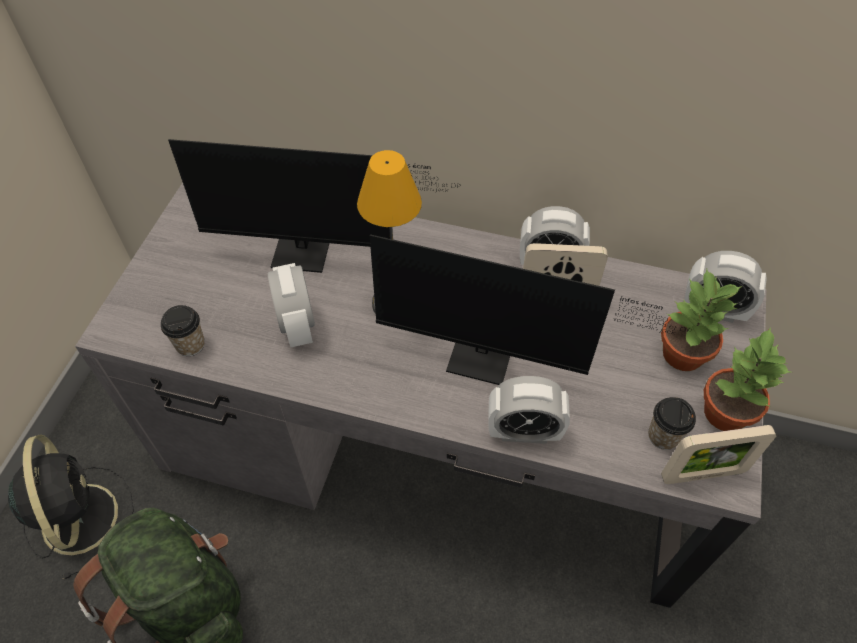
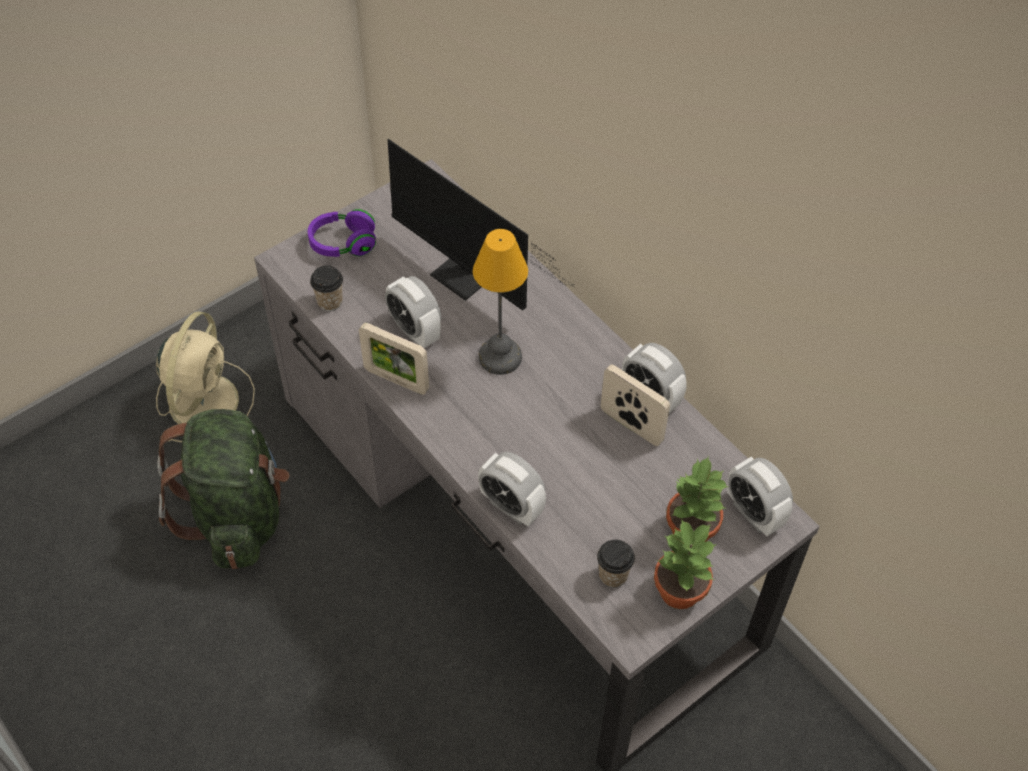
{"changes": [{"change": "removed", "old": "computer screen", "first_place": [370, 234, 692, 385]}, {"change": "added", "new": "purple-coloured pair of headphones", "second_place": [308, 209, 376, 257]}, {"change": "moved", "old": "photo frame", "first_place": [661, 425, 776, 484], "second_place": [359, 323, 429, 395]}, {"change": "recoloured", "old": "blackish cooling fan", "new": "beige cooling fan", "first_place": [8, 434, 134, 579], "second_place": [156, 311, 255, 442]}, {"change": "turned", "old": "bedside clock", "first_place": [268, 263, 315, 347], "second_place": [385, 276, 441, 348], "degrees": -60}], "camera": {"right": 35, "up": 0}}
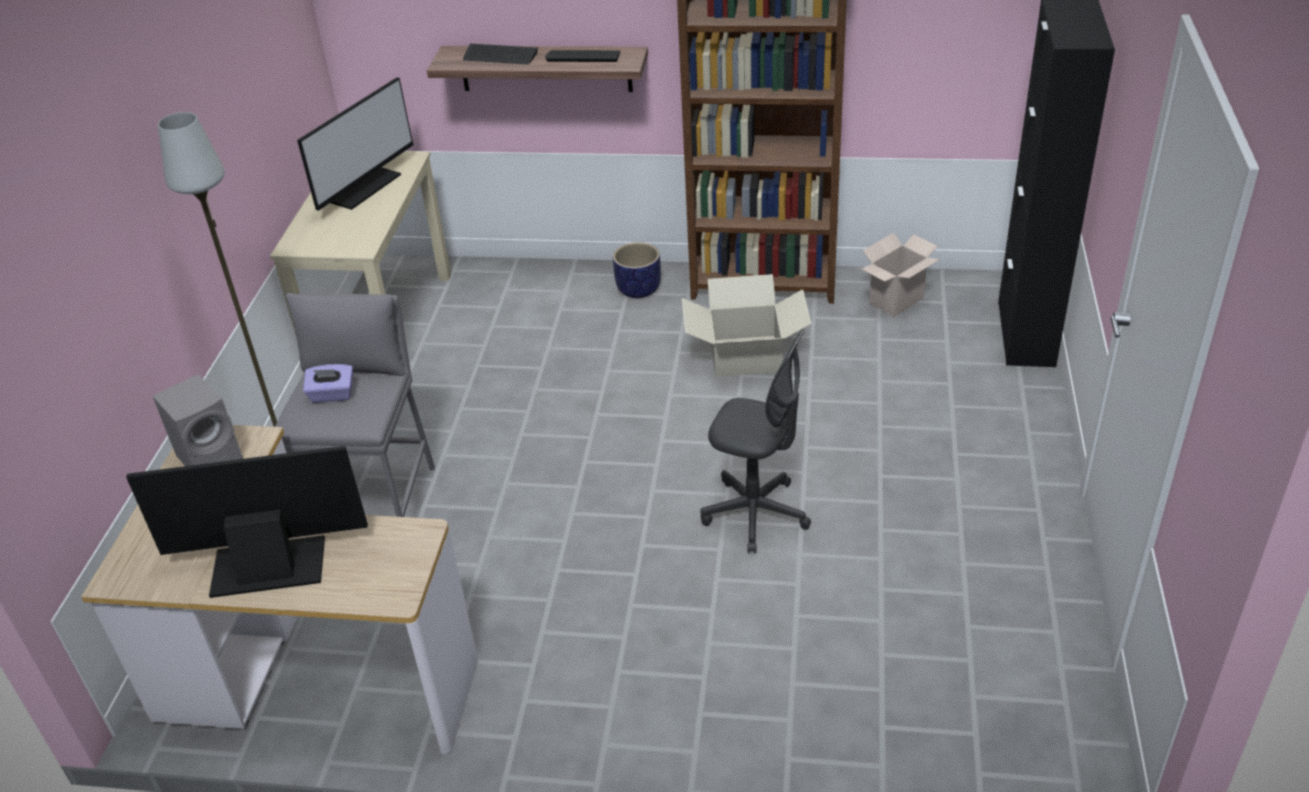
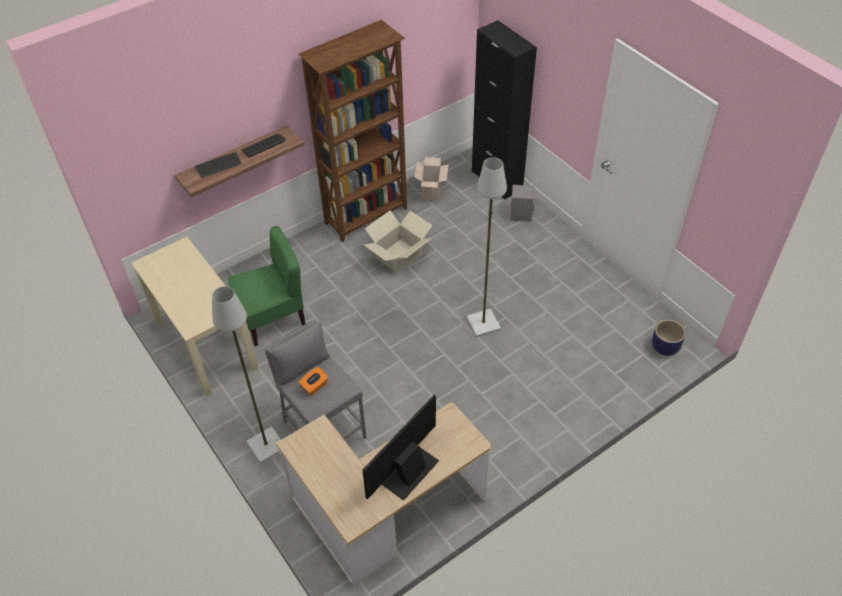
{"changes": [{"change": "removed", "old": "computer screen", "first_place": [297, 77, 414, 211]}, {"change": "added", "new": "green-coloured chair", "second_place": [228, 226, 305, 346]}, {"change": "moved", "old": "gray audio speaker", "first_place": [153, 374, 243, 466], "second_place": [510, 185, 535, 222]}, {"change": "moved", "old": "plant pot", "first_place": [613, 242, 661, 298], "second_place": [652, 320, 686, 356]}, {"change": "replaced", "old": "gray computer chair", "new": "gray standing lamp", "first_place": [700, 329, 811, 554], "second_place": [466, 157, 507, 337]}, {"change": "recoloured", "old": "purple-coloured tissue holder", "new": "orange tissue holder", "first_place": [303, 364, 353, 403], "second_place": [298, 367, 328, 396]}], "camera": {"right": -45, "up": 10}}
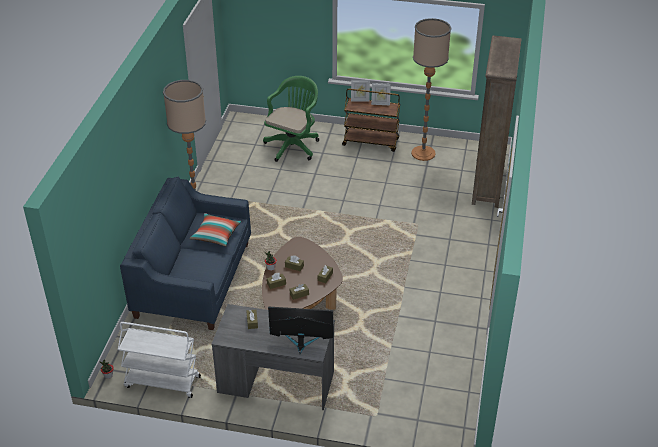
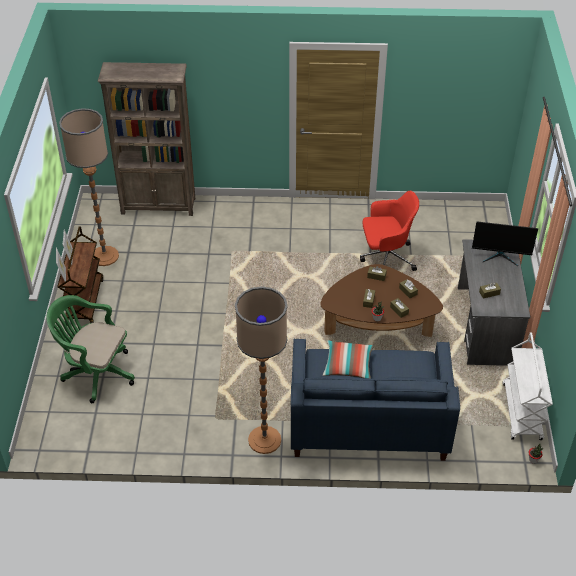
{"changes": [{"change": "added", "new": "red computer chair", "second_place": [360, 191, 419, 271]}, {"change": "turned", "old": "computer screen", "first_place": [268, 307, 333, 354], "second_place": [472, 221, 538, 266], "degrees": -75}], "camera": {"right": -100, "up": 5}}
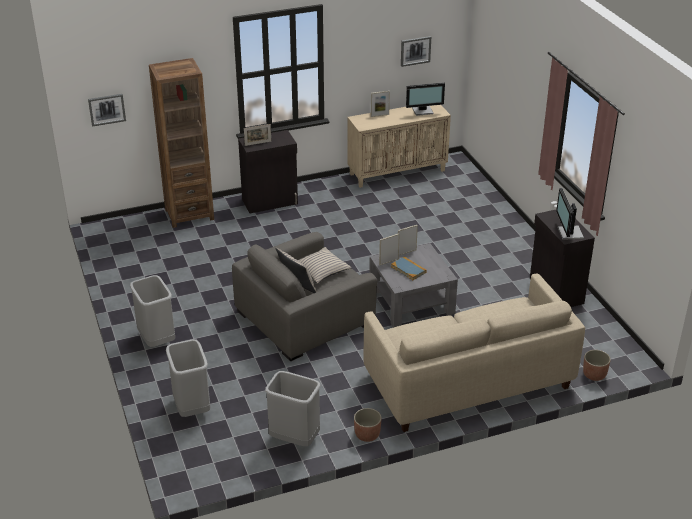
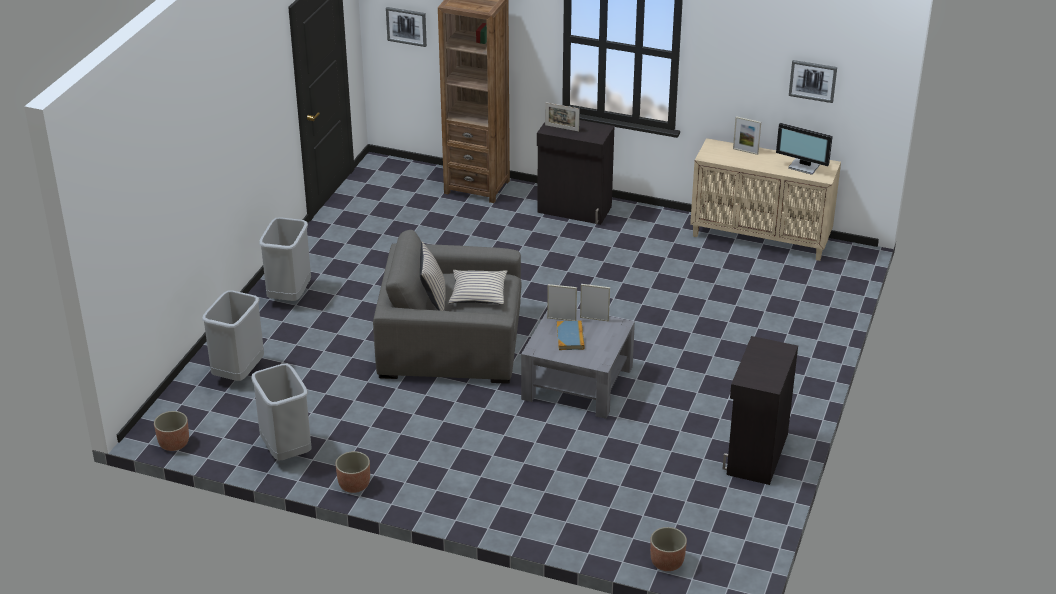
{"changes": [{"change": "removed", "old": "beige settee", "first_place": [363, 274, 585, 432]}, {"change": "removed", "old": "computer screen", "first_place": [556, 188, 584, 240]}, {"change": "added", "new": "plant pot", "second_place": [154, 411, 189, 451]}], "camera": {"right": 40, "up": 0}}
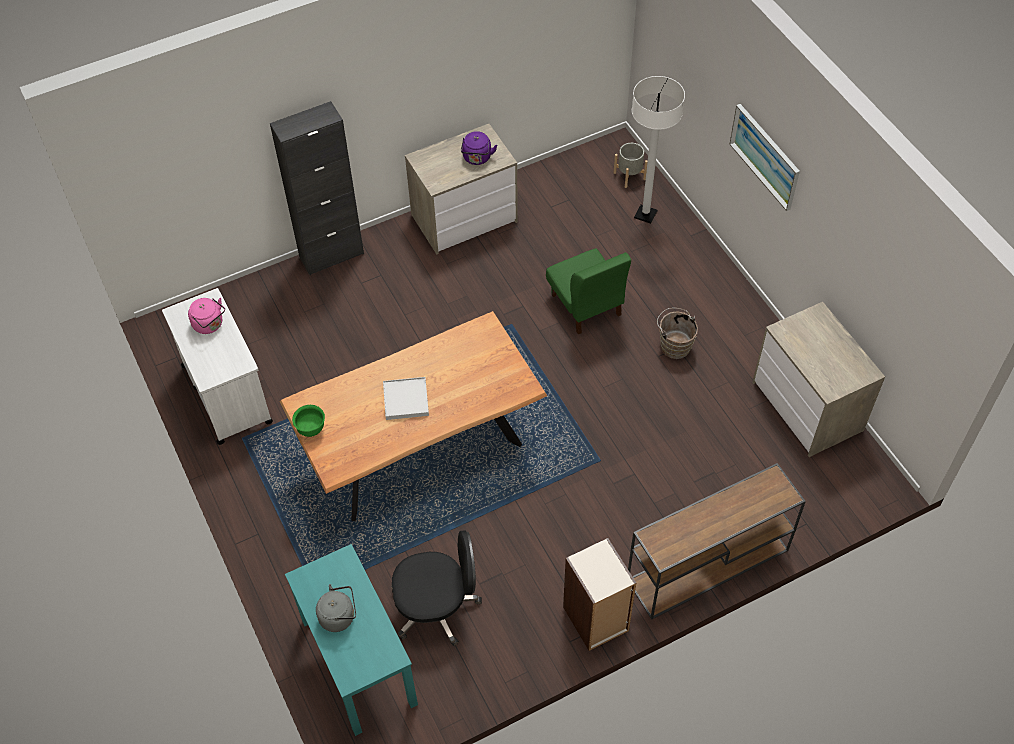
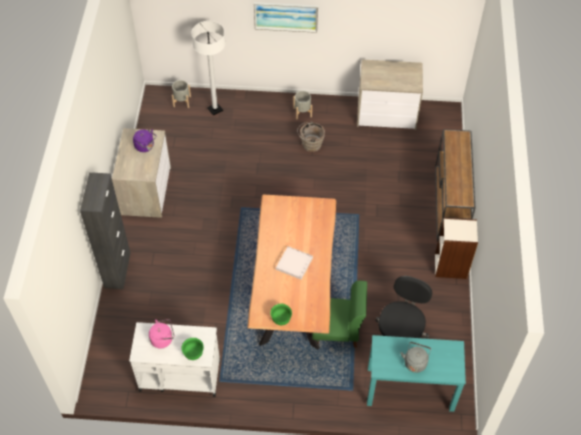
{"changes": [{"change": "added", "new": "green-coloured bowl", "second_place": [182, 338, 204, 360]}, {"change": "added", "new": "gray plant pot", "second_place": [293, 91, 312, 119]}, {"change": "moved", "old": "green-coloured chair", "first_place": [546, 248, 631, 335], "second_place": [312, 281, 367, 348]}], "camera": {"right": -60, "up": 0}}
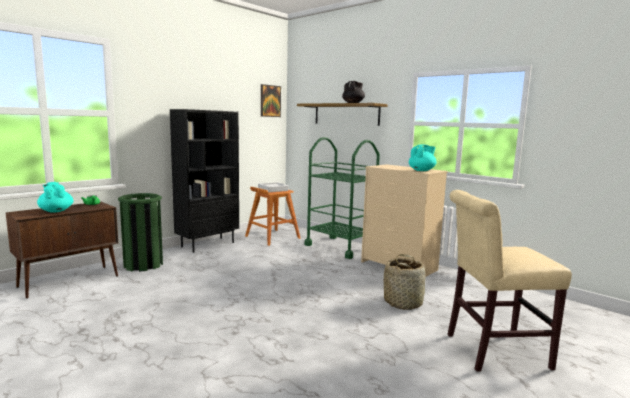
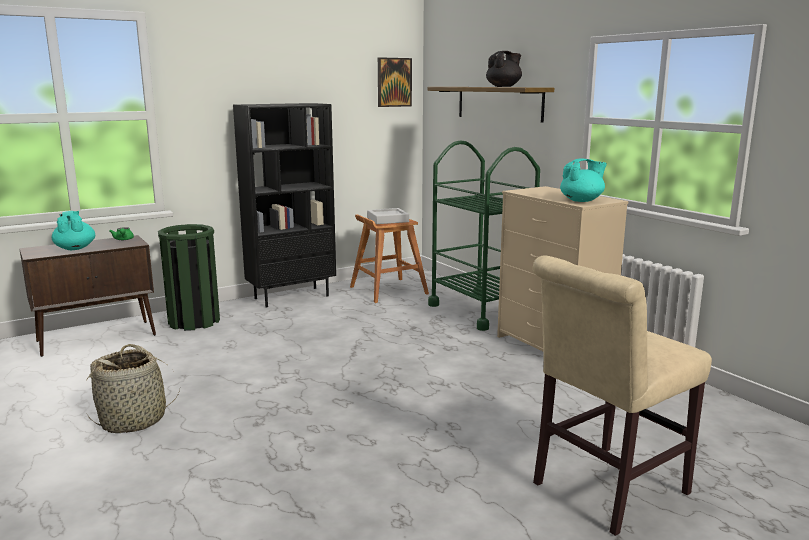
{"changes": [{"change": "moved", "old": "basket", "first_place": [384, 254, 426, 310], "second_place": [86, 344, 180, 433]}, {"change": "turned", "old": "beige chair", "first_place": [448, 190, 572, 372], "second_place": [533, 255, 712, 536], "degrees": -45}], "camera": {"right": 15, "up": 5}}
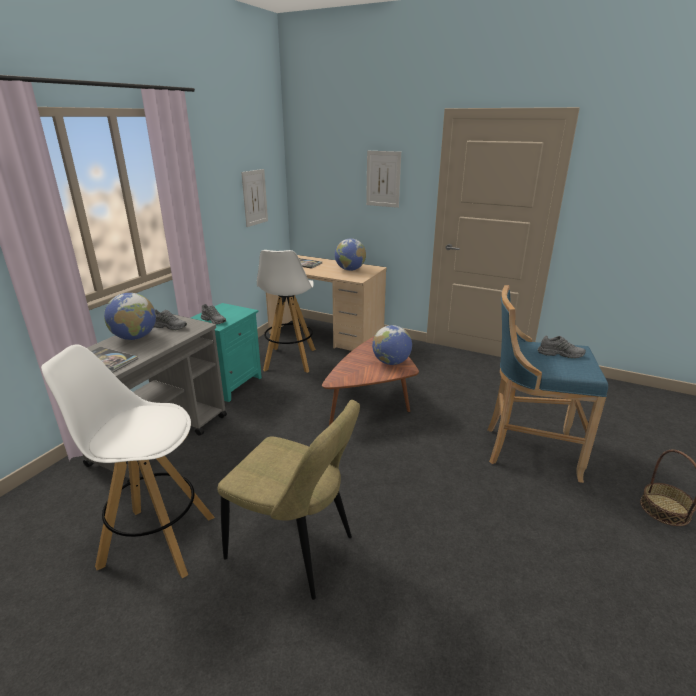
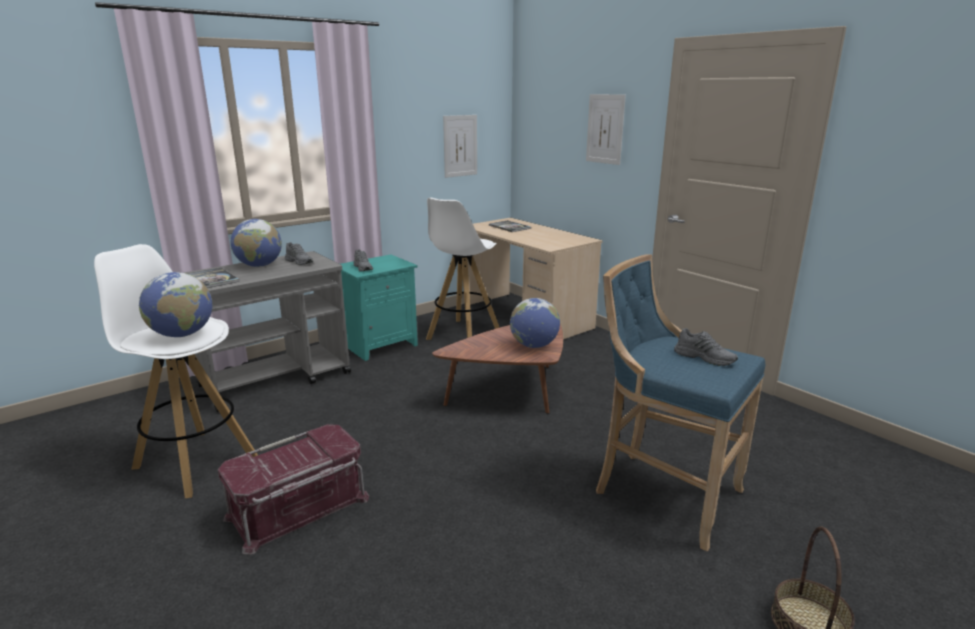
{"changes": [{"change": "moved", "old": "world globe", "first_place": [335, 238, 366, 271], "second_place": [139, 272, 212, 337]}, {"change": "replaced", "old": "beige chair", "new": "red storage bin", "first_place": [218, 400, 360, 600], "second_place": [218, 424, 369, 555]}], "camera": {"right": 25, "up": -5}}
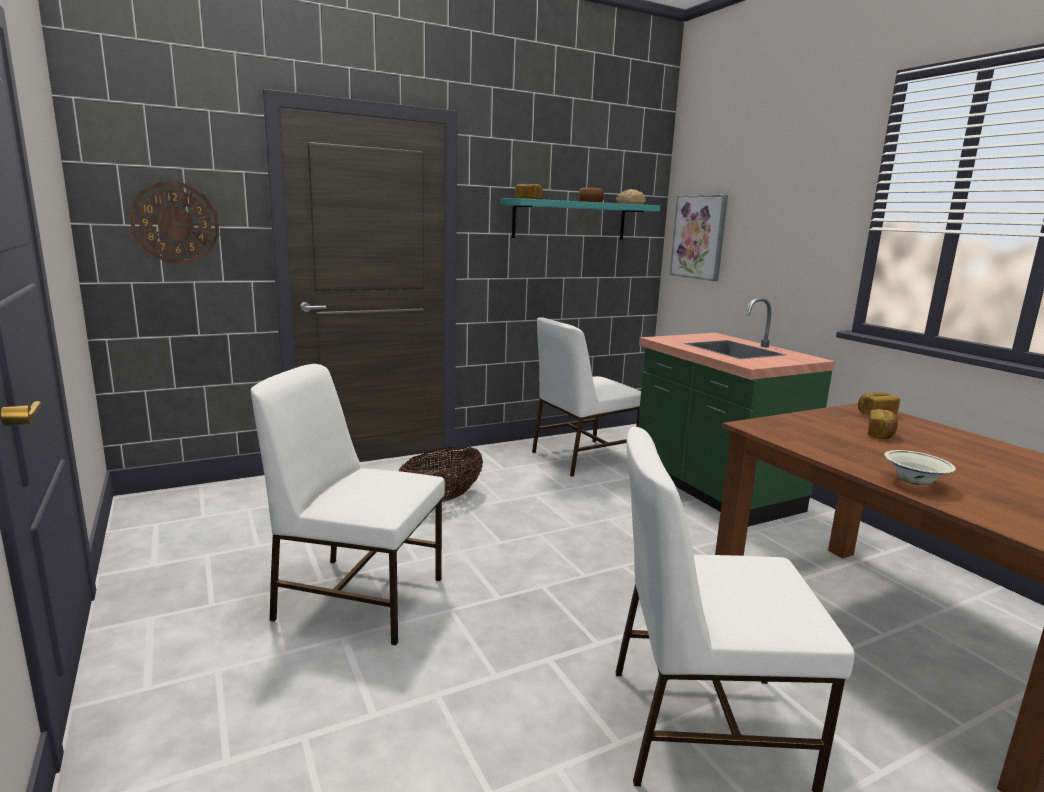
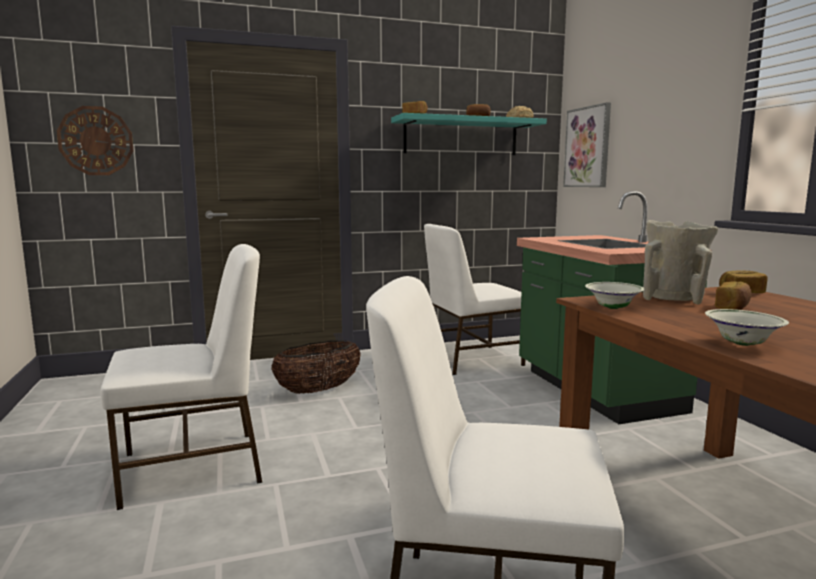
{"changes": [{"change": "added", "new": "white-coloured bowl", "second_place": [585, 282, 645, 309]}, {"change": "added", "new": "beige decorative vase", "second_place": [643, 220, 718, 304]}, {"change": "turned", "old": "white-coloured chair", "first_place": [251, 364, 445, 645], "second_place": [101, 244, 262, 510], "degrees": 135}], "camera": {"right": 10, "up": -5}}
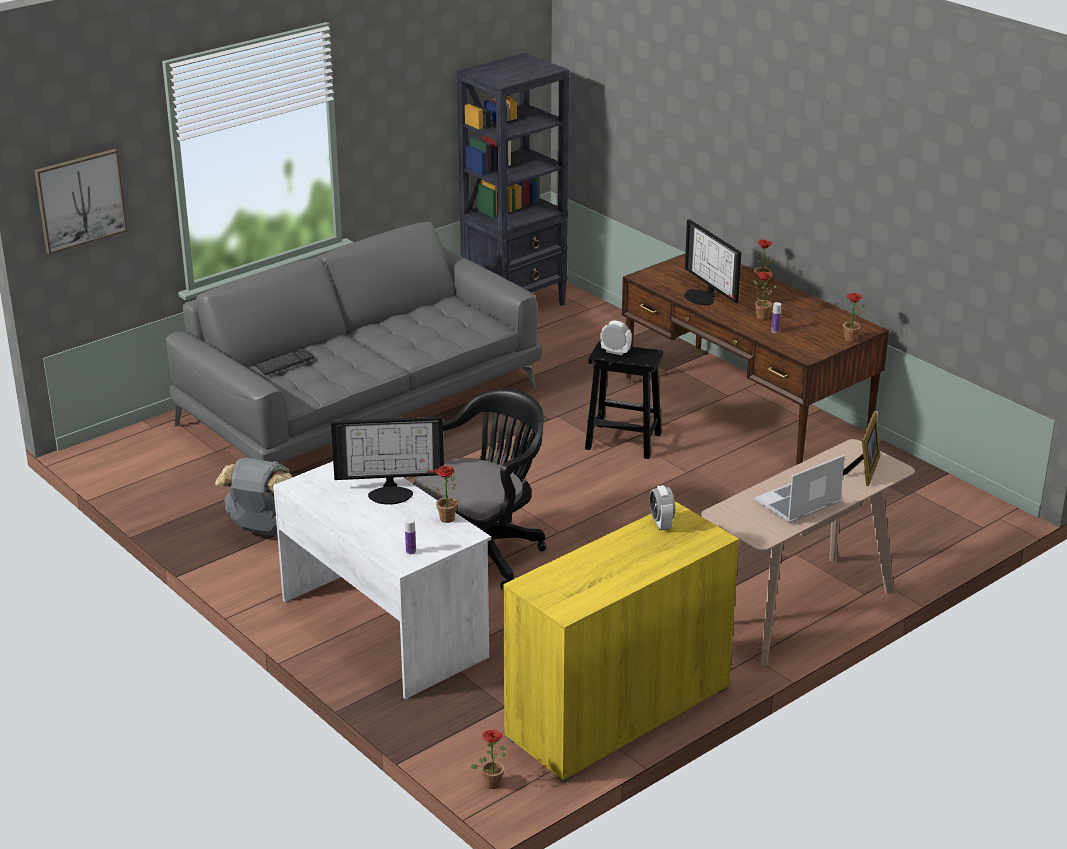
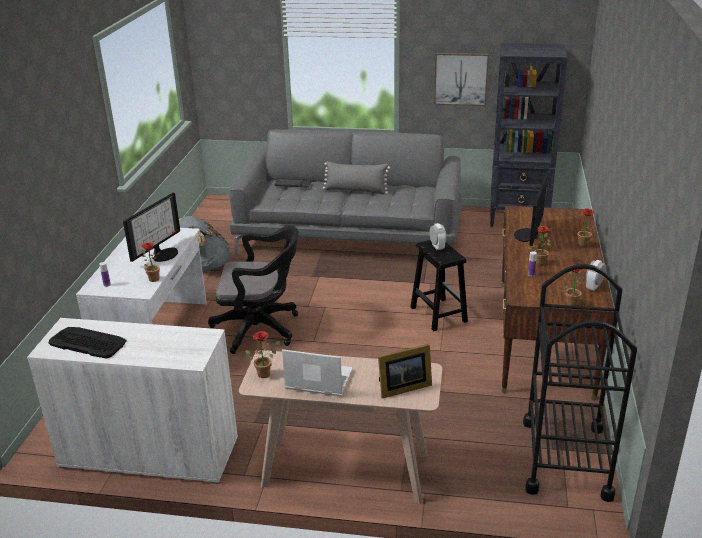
{"changes": [{"change": "added", "new": "PC keyboard", "second_place": [48, 327, 127, 359]}, {"change": "added", "new": "gray throw pillow", "second_place": [323, 161, 390, 195]}, {"change": "added", "new": "blackish trolley", "second_place": [523, 264, 637, 502]}, {"change": "moved", "old": "wall picture", "first_place": [34, 149, 127, 254], "second_place": [434, 53, 489, 106]}, {"change": "moved", "old": "potted plant", "first_place": [470, 730, 506, 789], "second_place": [245, 331, 280, 378]}, {"change": "moved", "old": "bedside clock", "first_place": [650, 485, 675, 530], "second_place": [586, 260, 606, 291]}, {"change": "recoloured", "old": "yellowish cupboard", "new": "white-coloured cupboard", "first_place": [503, 502, 739, 782], "second_place": [27, 318, 238, 484]}, {"change": "turned", "old": "computer screen", "first_place": [331, 416, 444, 505], "second_place": [123, 193, 180, 262], "degrees": -105}], "camera": {"right": 50, "up": 0}}
